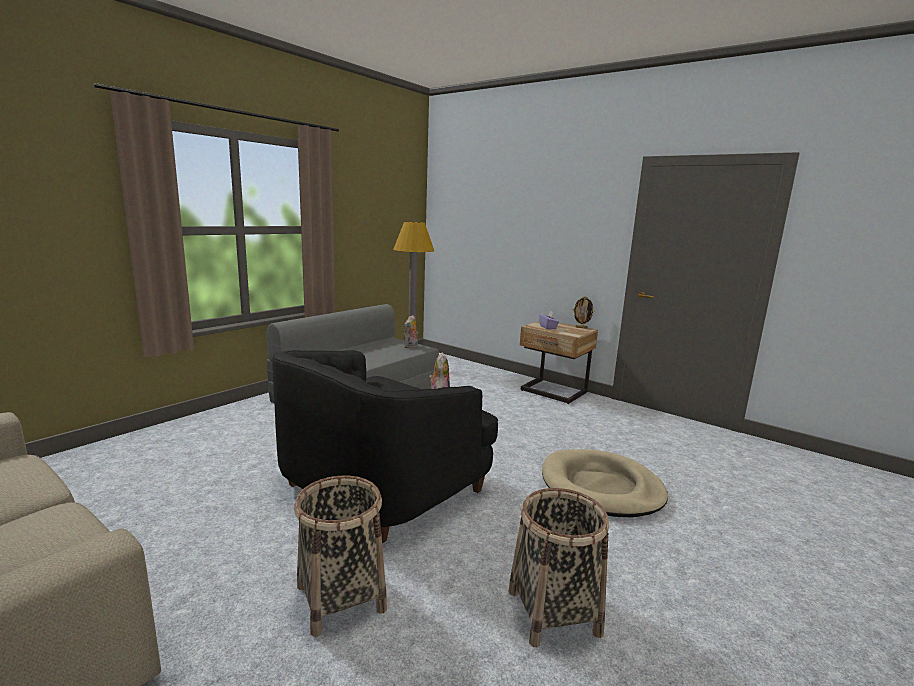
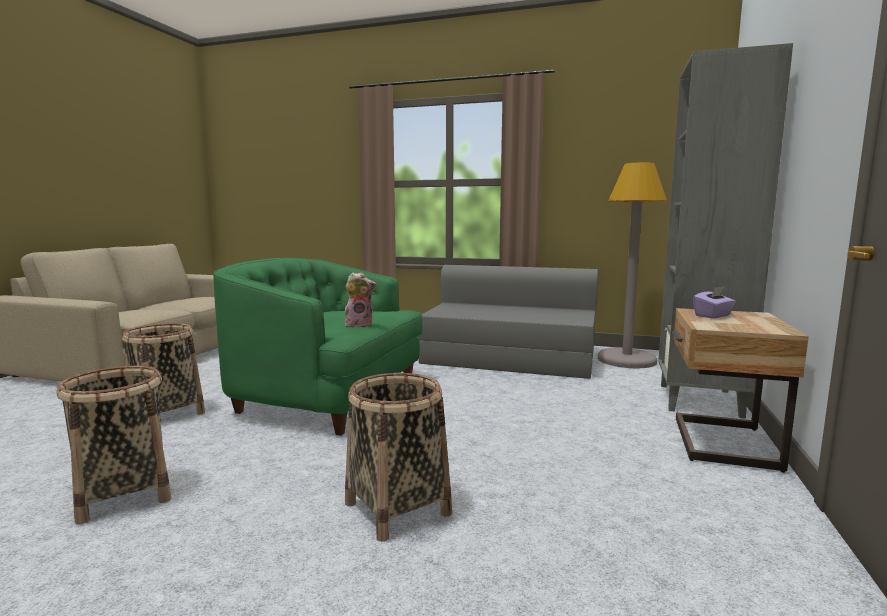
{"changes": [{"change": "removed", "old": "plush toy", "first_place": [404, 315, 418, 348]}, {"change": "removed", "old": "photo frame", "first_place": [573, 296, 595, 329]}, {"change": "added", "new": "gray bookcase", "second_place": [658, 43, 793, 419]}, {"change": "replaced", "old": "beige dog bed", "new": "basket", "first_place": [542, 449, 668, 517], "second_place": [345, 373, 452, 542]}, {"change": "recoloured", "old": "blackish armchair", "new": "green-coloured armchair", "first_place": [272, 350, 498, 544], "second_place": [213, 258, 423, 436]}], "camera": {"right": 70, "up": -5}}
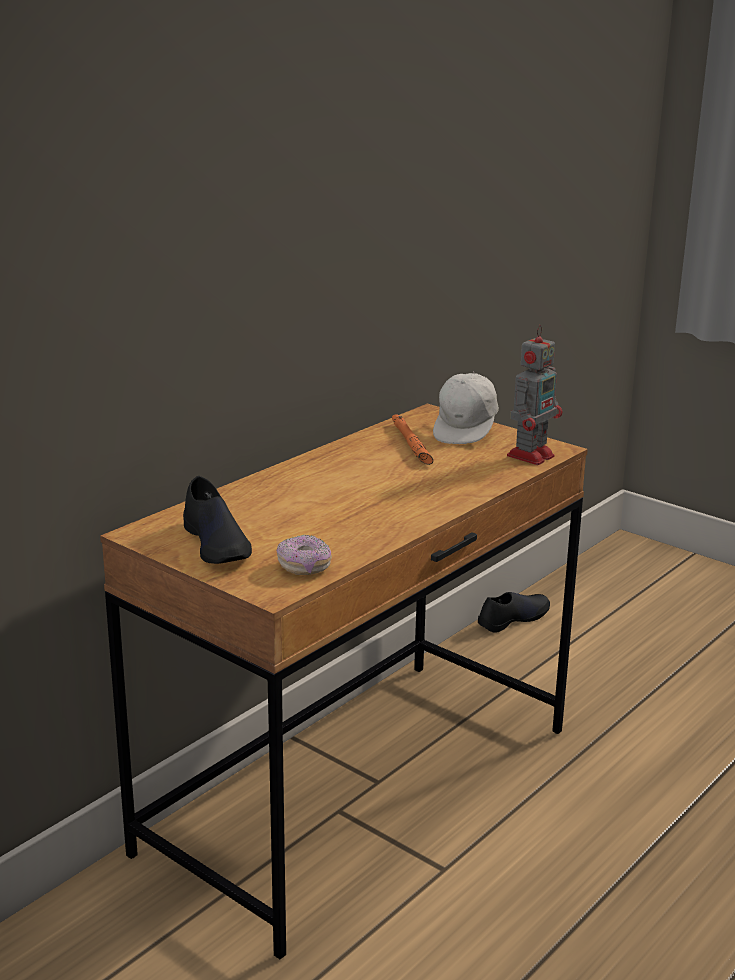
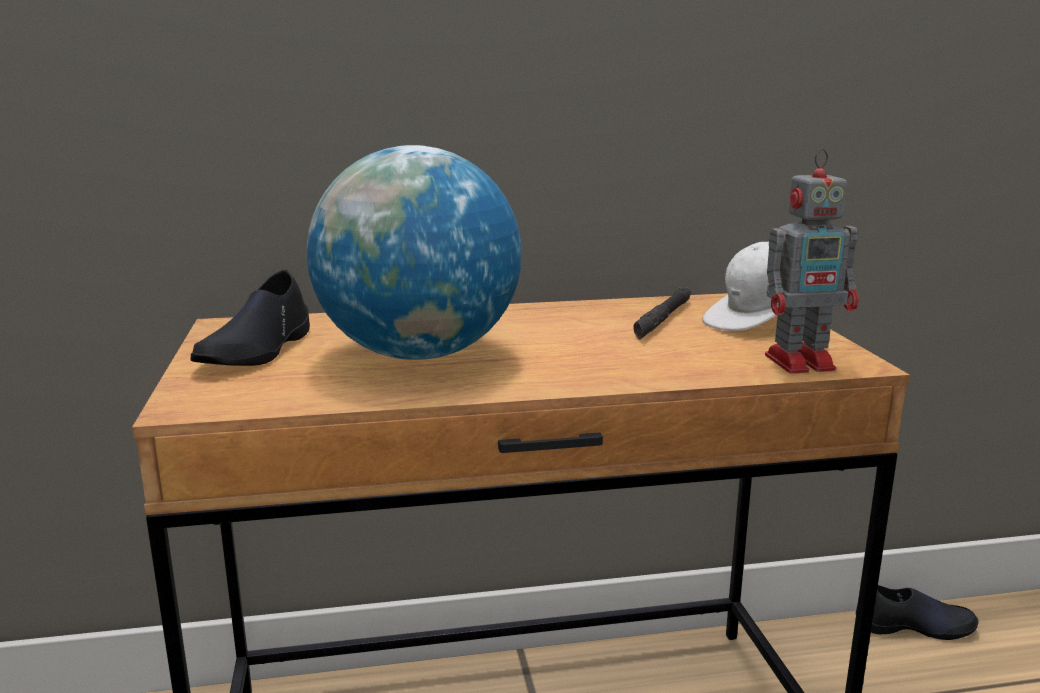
{"changes": [{"change": "removed", "old": "donut", "first_place": [276, 535, 332, 575]}, {"change": "added", "new": "world globe", "second_place": [307, 145, 522, 360]}, {"change": "recoloured", "old": "orange hand torch", "new": "blackish hand torch", "first_place": [392, 414, 433, 465], "second_place": [633, 287, 691, 340]}], "camera": {"right": 40, "up": -5}}
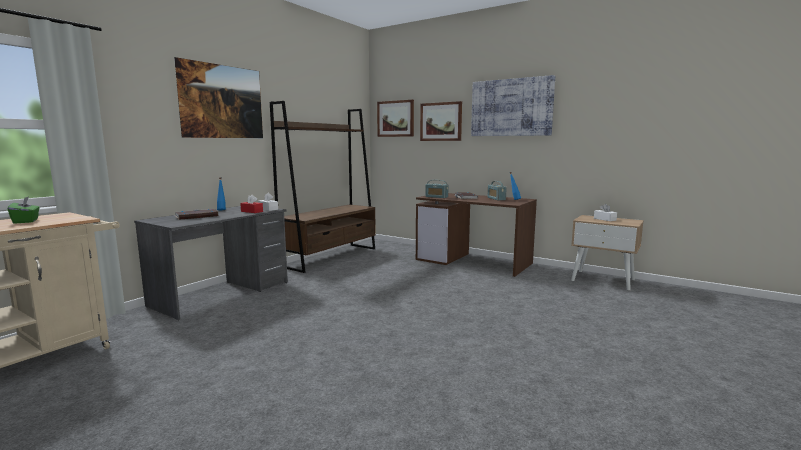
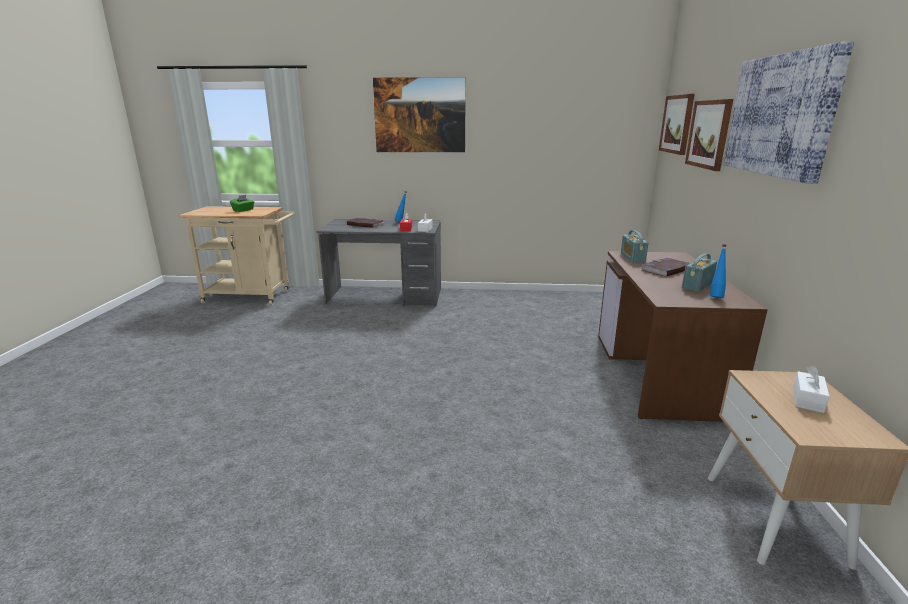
{"changes": [{"change": "removed", "old": "brownish bookcase", "first_place": [270, 101, 376, 273]}], "camera": {"right": 60, "up": 10}}
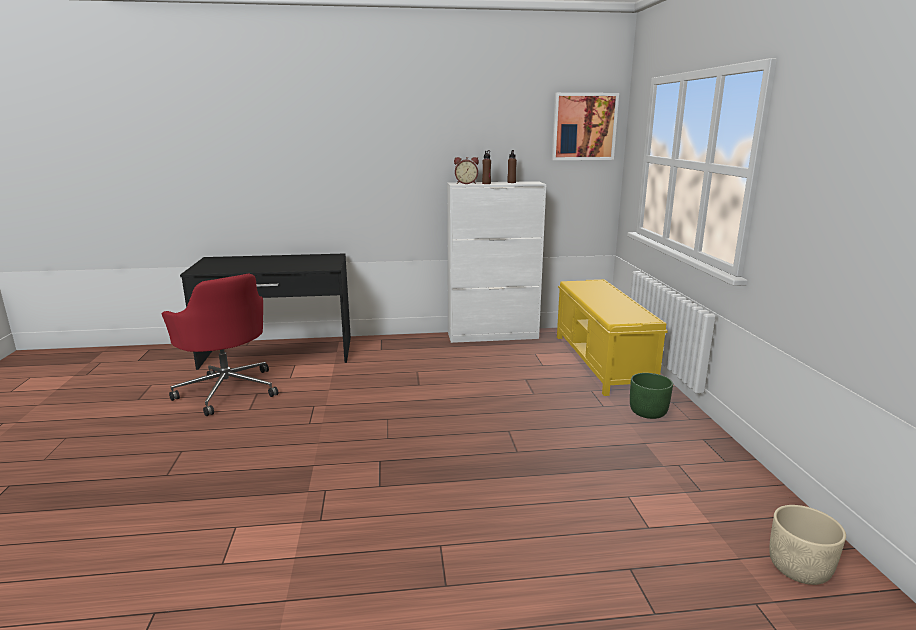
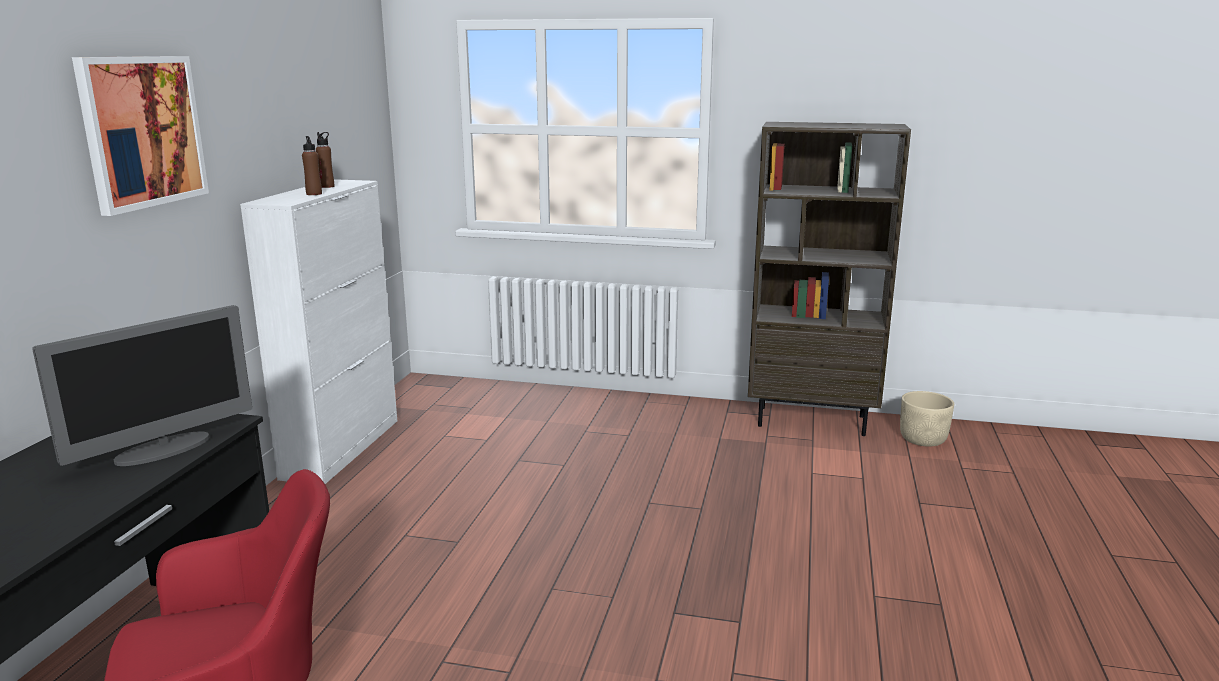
{"changes": [{"change": "removed", "old": "bedside clock", "first_place": [454, 157, 479, 184]}, {"change": "removed", "old": "yellowish long seat", "first_place": [557, 279, 668, 396]}, {"change": "removed", "old": "green-coloured plant pot", "first_place": [630, 373, 673, 419]}, {"change": "added", "new": "computer screen", "second_place": [32, 305, 252, 466]}, {"change": "added", "new": "brownish bookcase", "second_place": [748, 122, 911, 436]}, {"change": "moved", "old": "wall picture", "first_place": [552, 93, 619, 160], "second_place": [72, 56, 209, 216]}], "camera": {"right": -70, "up": 0}}
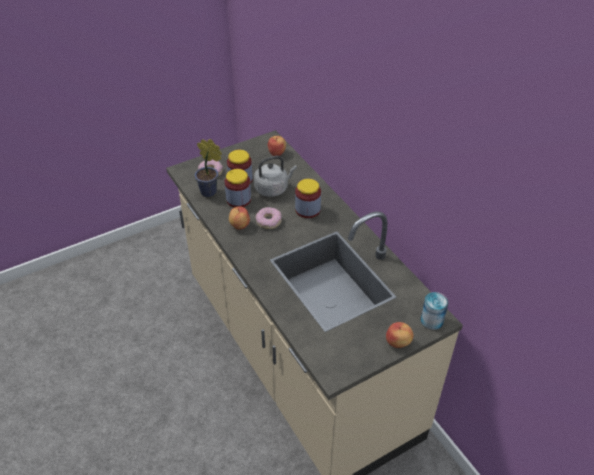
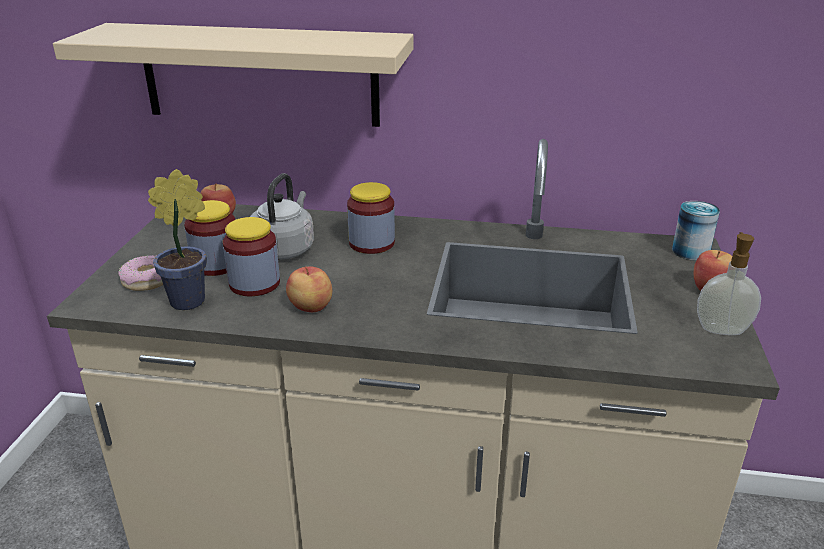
{"changes": [{"change": "removed", "old": "donut", "first_place": [256, 207, 282, 229]}, {"change": "added", "new": "beige shelf", "second_place": [53, 23, 414, 127]}, {"change": "added", "new": "soap bottle", "second_place": [697, 232, 761, 335]}], "camera": {"right": -50, "up": -15}}
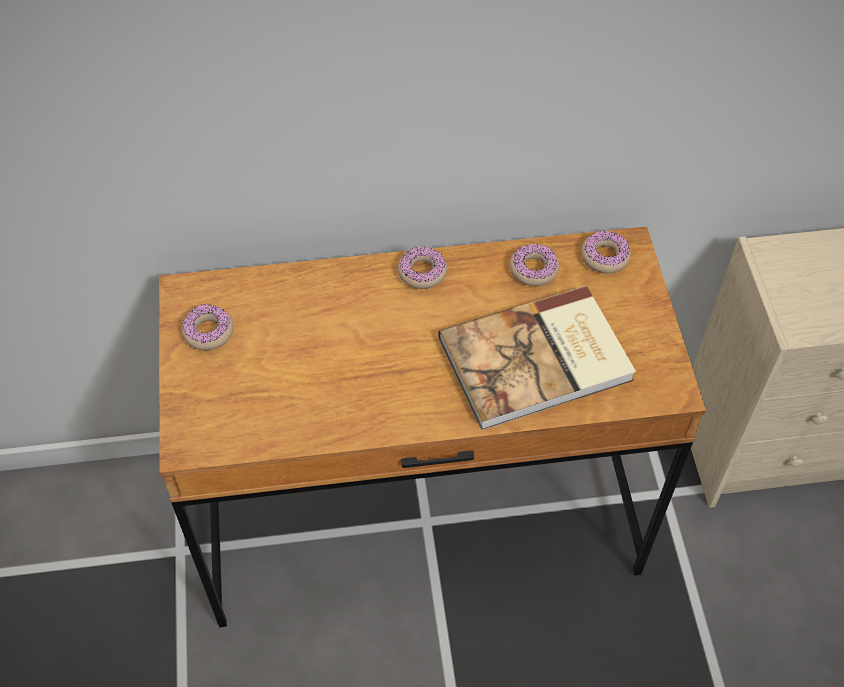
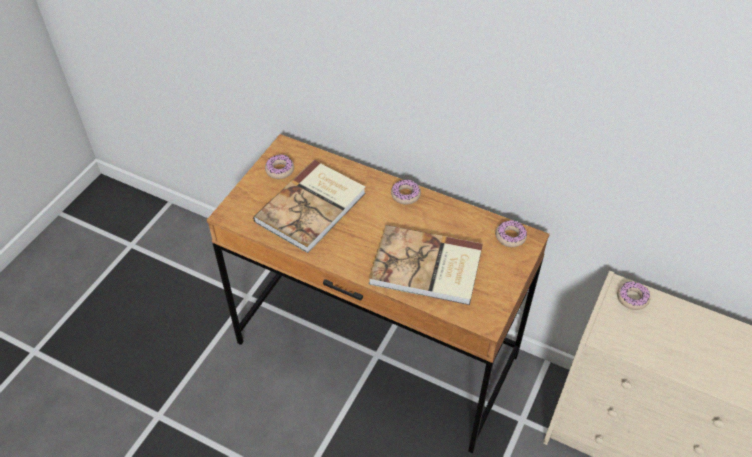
{"changes": [{"change": "added", "new": "book", "second_place": [253, 160, 366, 253]}, {"change": "moved", "old": "donut", "first_place": [510, 244, 559, 286], "second_place": [617, 281, 650, 310]}], "camera": {"right": 35, "up": -5}}
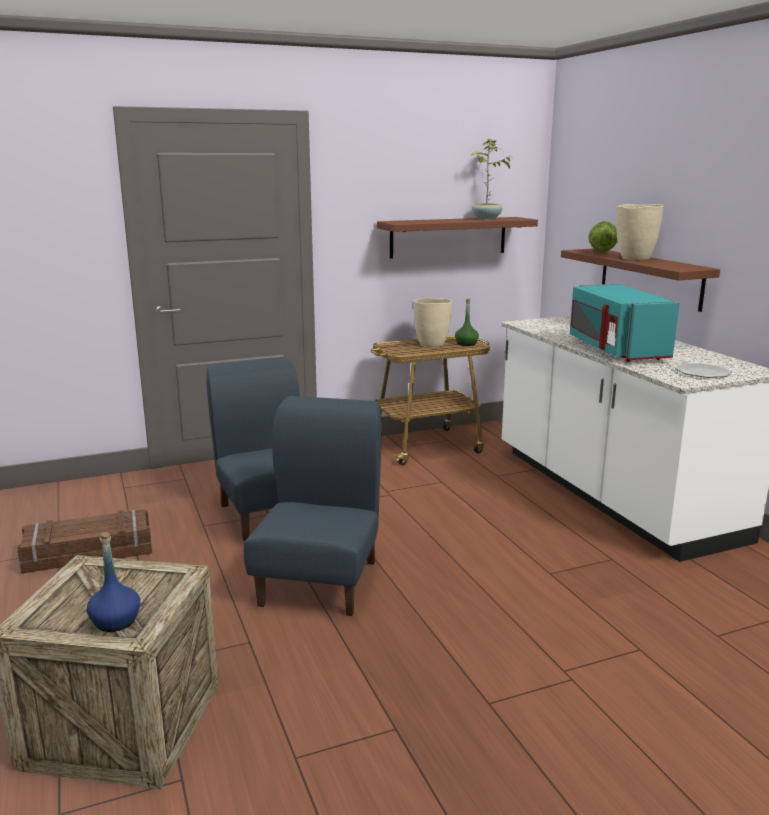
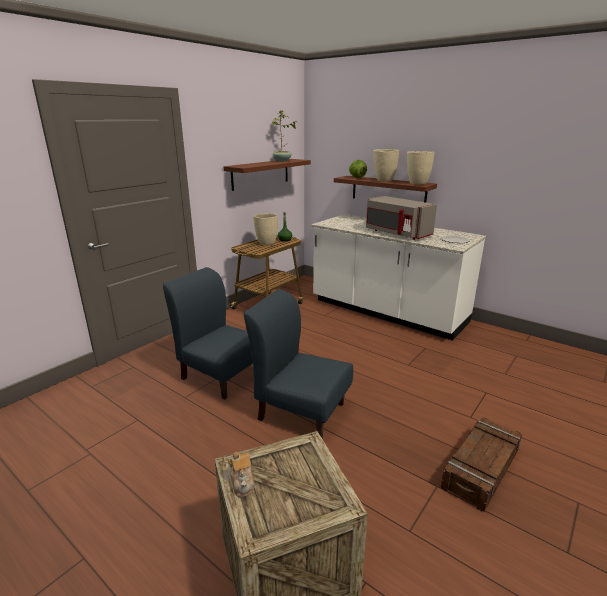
{"changes": [{"change": "removed", "old": "bluish beverage bottle", "first_place": [87, 532, 140, 632]}, {"change": "added", "new": "tea pot", "second_place": [230, 452, 255, 497]}, {"change": "added", "new": "beige decorative vase", "second_place": [407, 151, 435, 184]}, {"change": "moved", "old": "packing crate", "first_place": [18, 509, 152, 574], "second_place": [441, 417, 522, 512]}, {"change": "recoloured", "old": "turquoise kitchen microwave", "new": "gray kitchen microwave", "first_place": [570, 284, 679, 362], "second_place": [366, 196, 437, 240]}, {"change": "turned", "old": "bluish chair", "first_place": [244, 396, 382, 616], "second_place": [244, 289, 353, 439], "degrees": -45}], "camera": {"right": -30, "up": 5}}
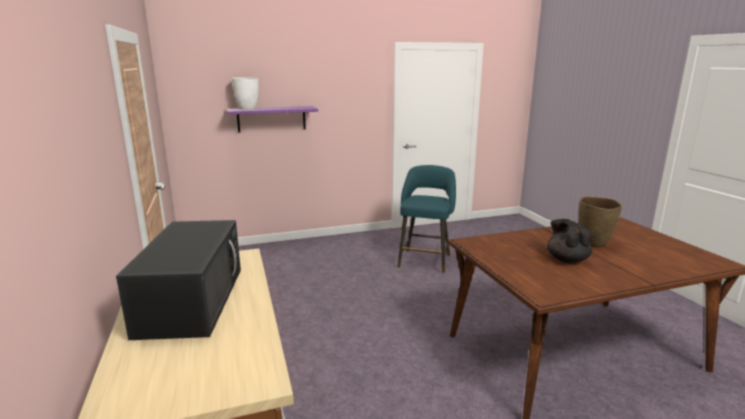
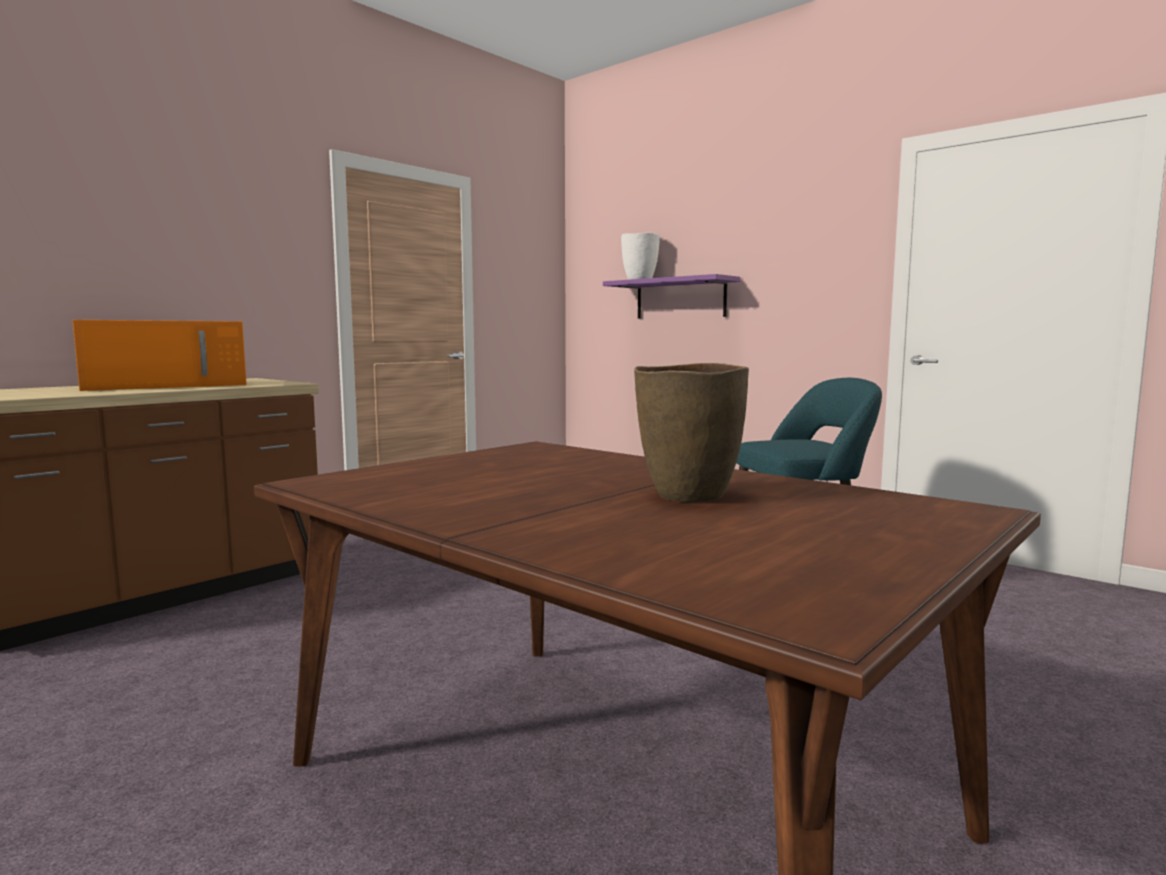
{"changes": [{"change": "removed", "old": "blackish tea pot", "first_place": [547, 219, 592, 263]}, {"change": "recoloured", "old": "blackish kitchen microwave", "new": "orange kitchen microwave", "first_place": [116, 220, 241, 340], "second_place": [73, 320, 247, 391]}], "camera": {"right": 60, "up": -10}}
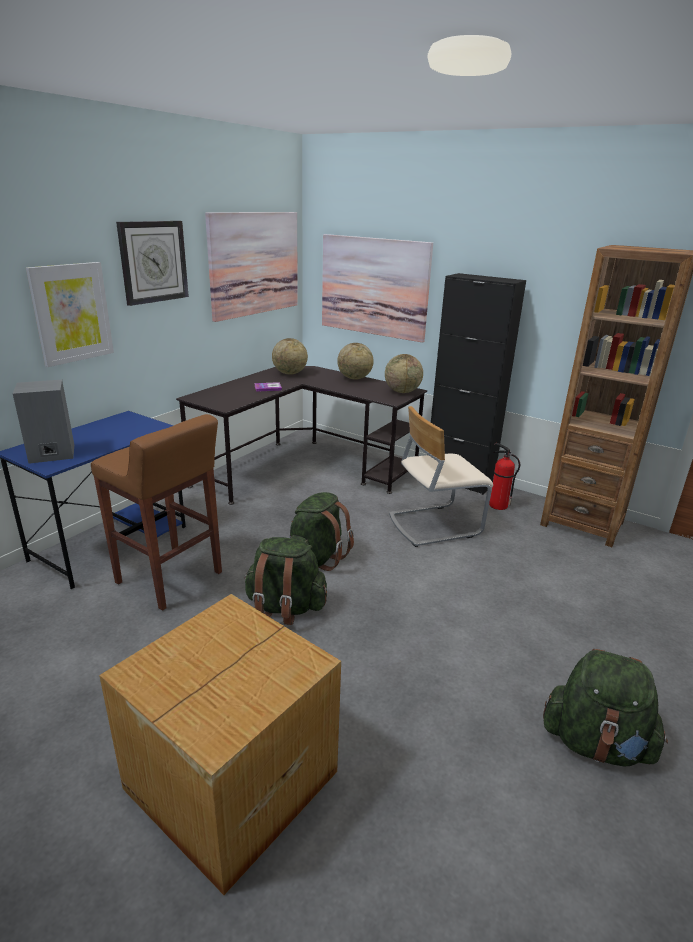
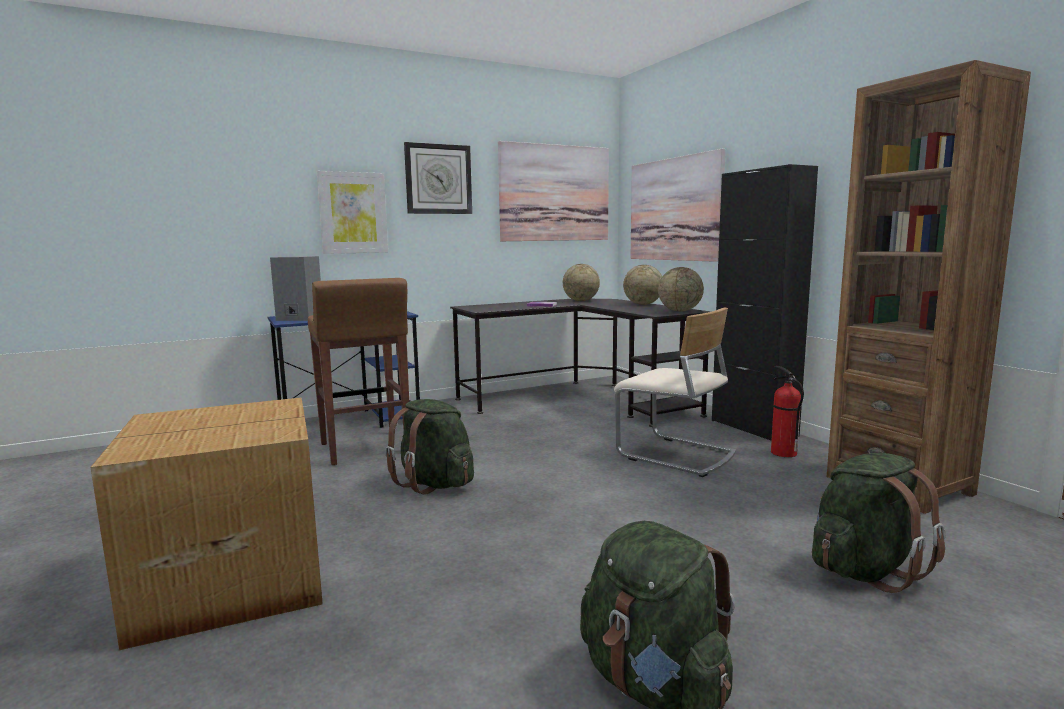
{"changes": [{"change": "moved", "old": "green-coloured knapsack", "first_place": [290, 492, 354, 571], "second_place": [812, 453, 945, 593]}, {"change": "turned", "old": "beige chair", "first_place": [389, 406, 493, 547], "second_place": [614, 308, 736, 477], "degrees": -150}], "camera": {"right": 30, "up": -15}}
